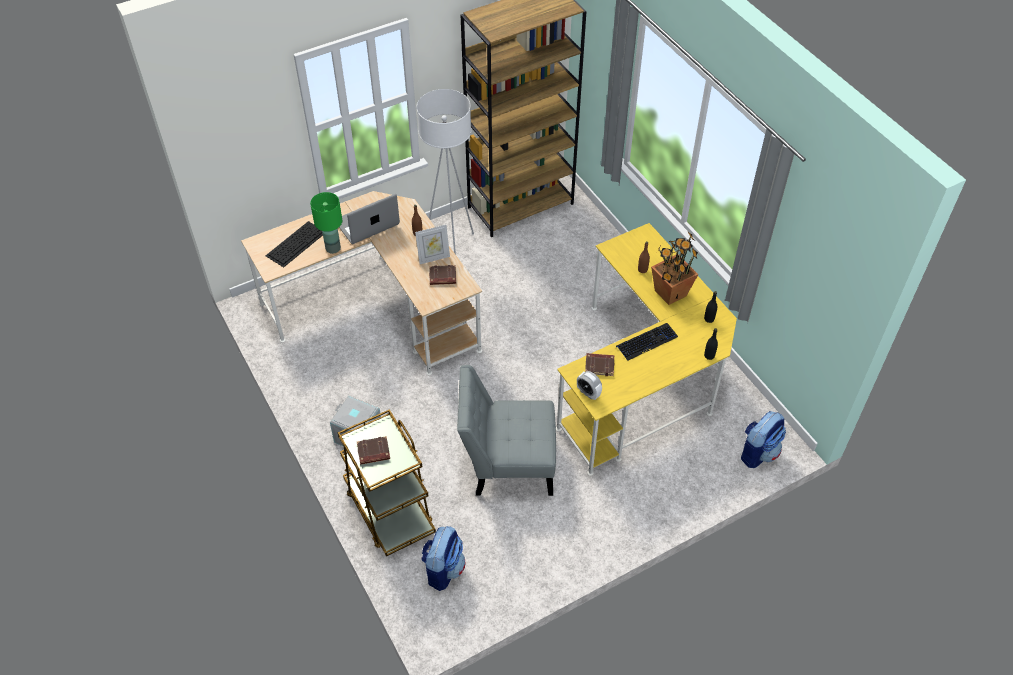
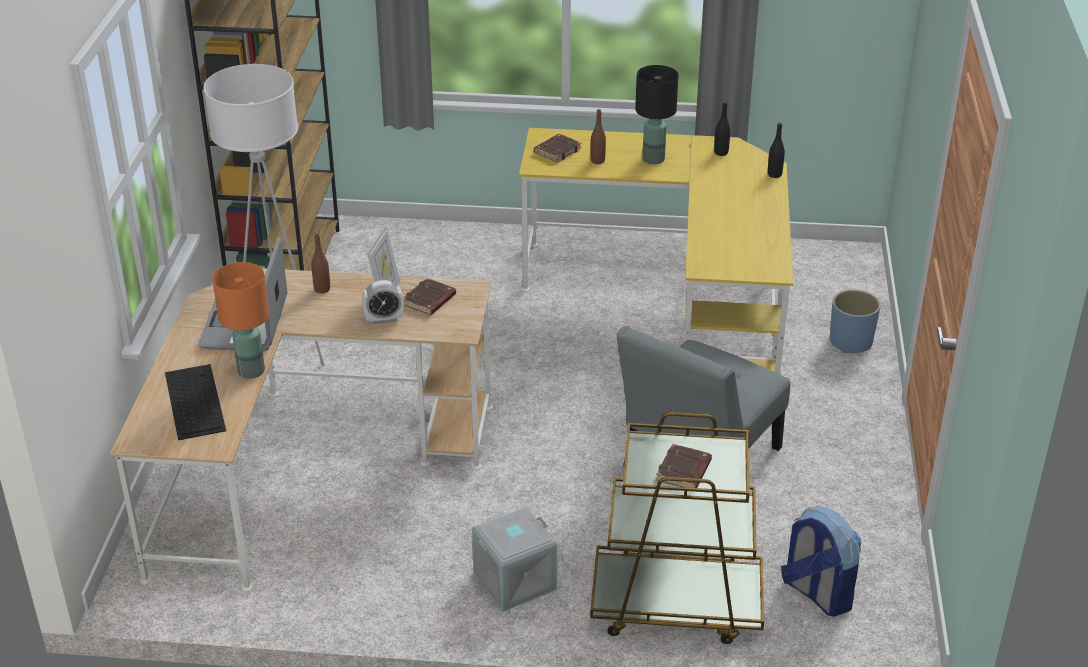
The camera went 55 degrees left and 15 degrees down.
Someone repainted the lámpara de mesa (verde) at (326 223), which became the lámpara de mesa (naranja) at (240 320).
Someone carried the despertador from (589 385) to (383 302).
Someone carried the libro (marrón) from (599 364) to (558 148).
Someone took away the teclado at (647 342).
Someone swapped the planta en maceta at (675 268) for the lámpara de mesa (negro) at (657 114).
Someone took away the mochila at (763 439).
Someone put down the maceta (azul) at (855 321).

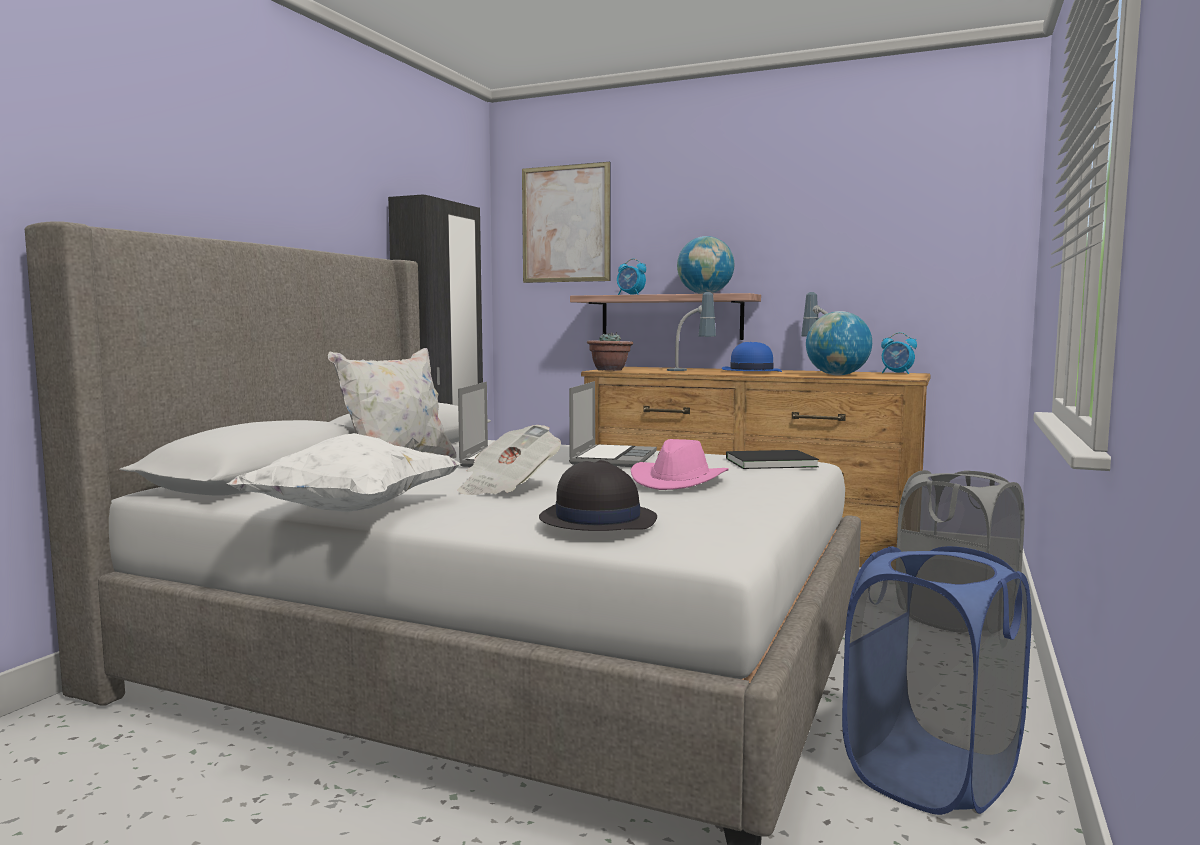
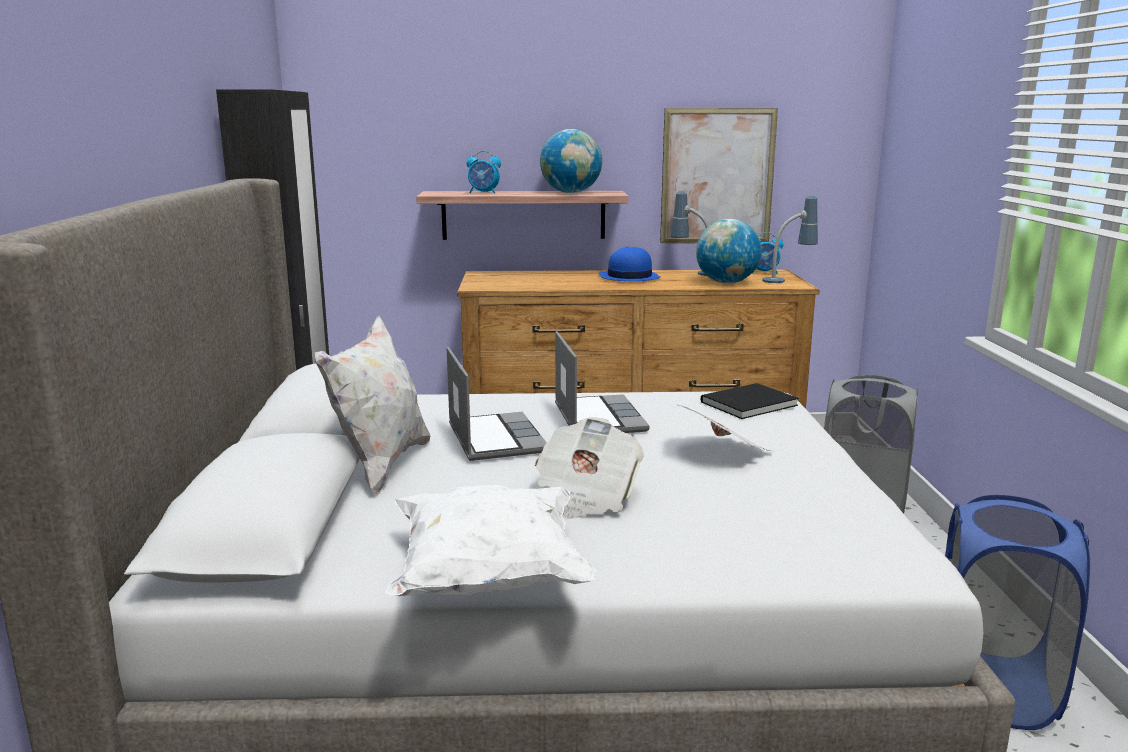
The camera went 25 degrees left and 10 degrees up.
Someone carried the cuadro from (566 222) to (719 175).
Someone took away the sombrero (negro) at (598 495).
Someone took away the planta en maceta at (610 351).
Someone swapped the sombrero (rosa) at (680 464) for the periódico at (725 428).
Someone carried the lámpara de mesa from (691 331) to (790 239).

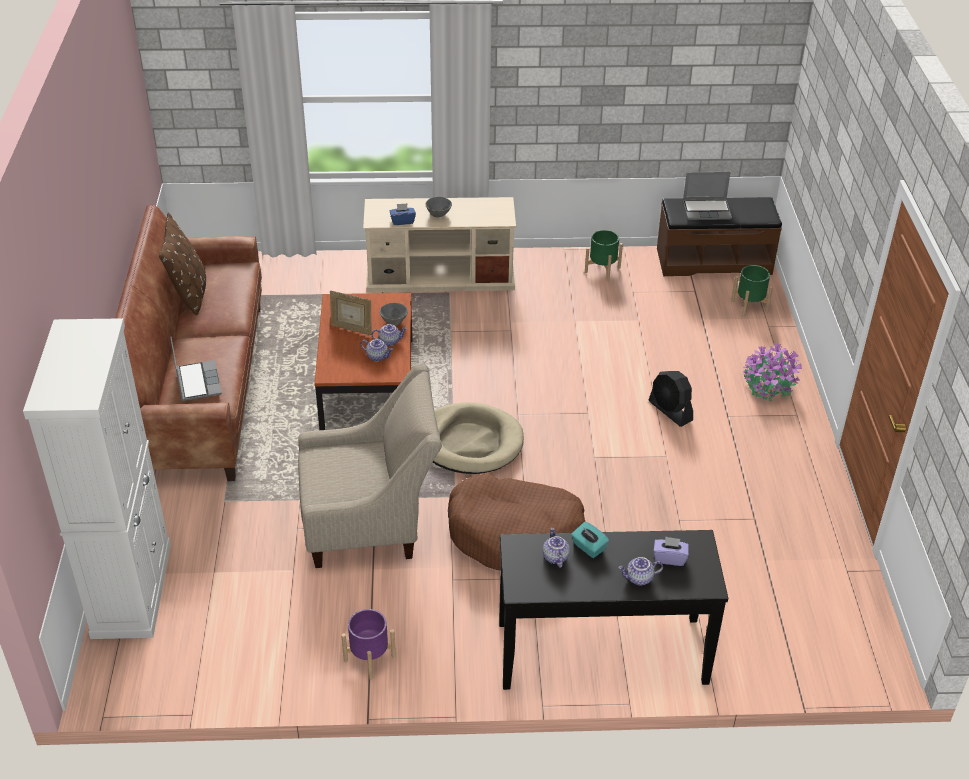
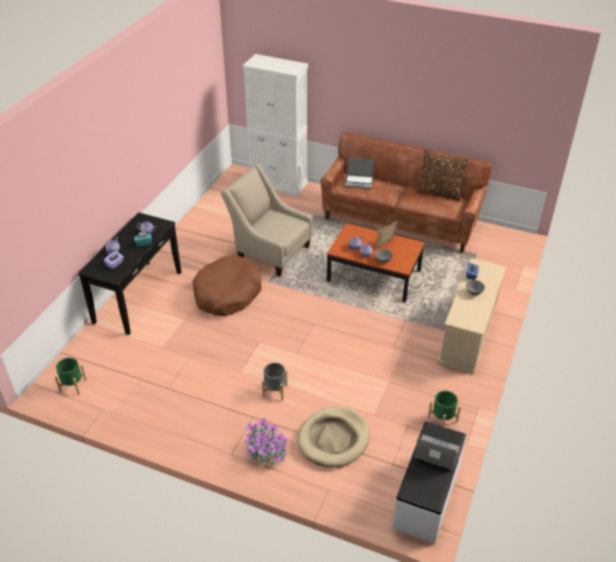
The camera went 115 degrees right and 0 degrees up.
Someone rotated the sillón (beis) at (370 465) by 105 degrees clockwise.
Someone took away the maceta (morado) at (368 644).
Someone carried the cama para perro (beis) from (478 438) to (333 437).
Someone swapped the ventilador (negro) at (671 399) for the maceta (gris) at (275 382).
Someone repainted the banco (marrón) at (719 236), which became the banco (blanco) at (429 482).
Someone rotated the portátil at (707 196) by 90 degrees clockwise.
Someone carried the maceta (verde) from (752 291) to (71 376).

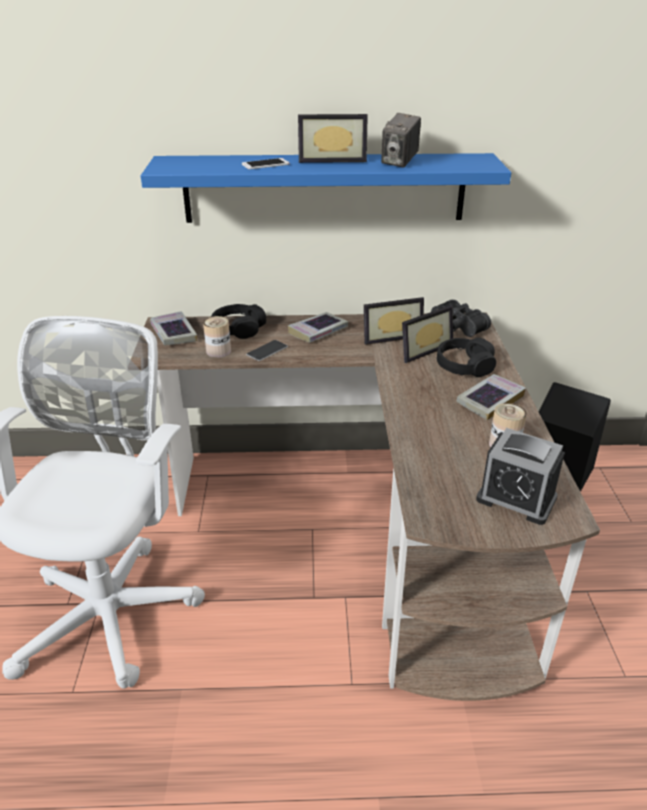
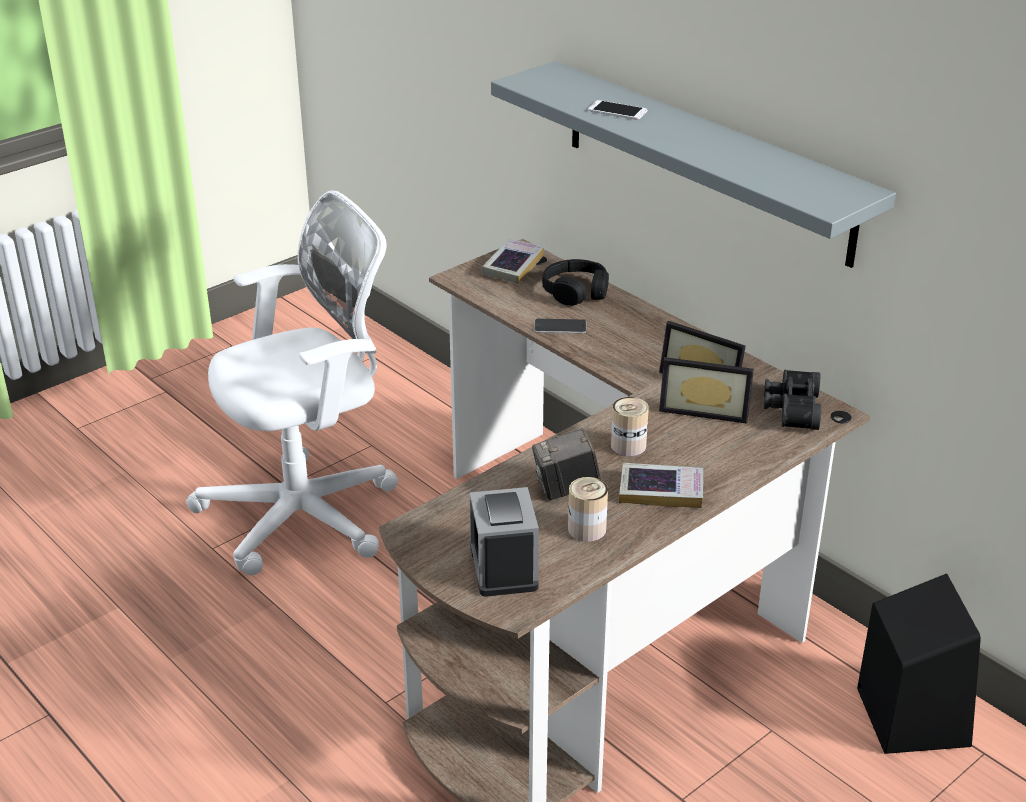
The camera went 50 degrees right and 0 degrees up.
Someone repainted the estante (azul) at (326 188), which became the estante (gris) at (693 164).
Someone carried the lata from (217 337) to (630 426).
Someone took away the libro at (318 327).
Someone took away the portarretratos at (333 138).
Someone carried the cámara from (401 140) to (566 464).
Someone took away the auriculares (negro) at (466 357).

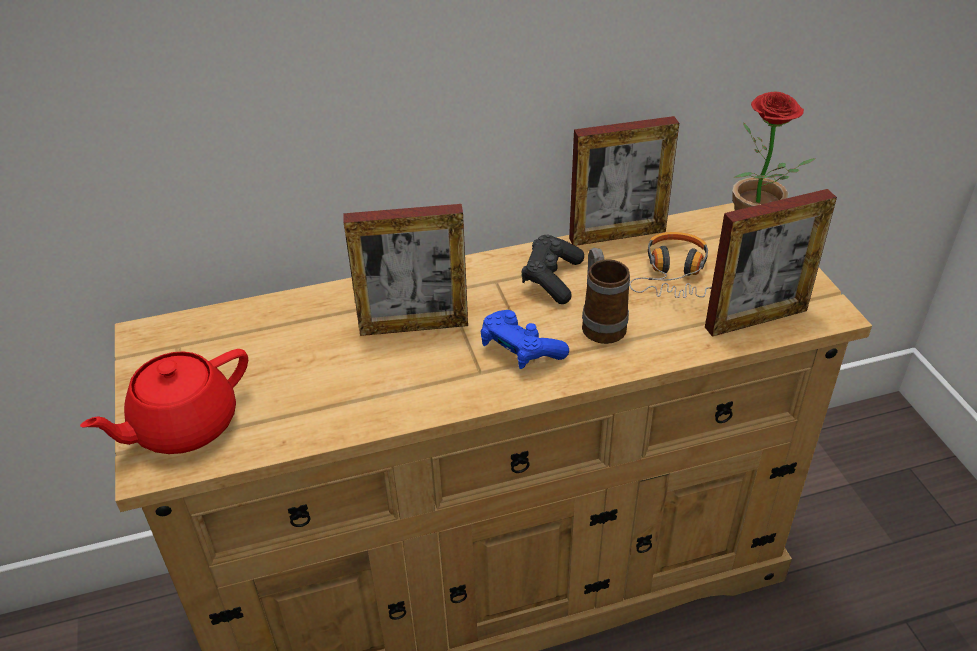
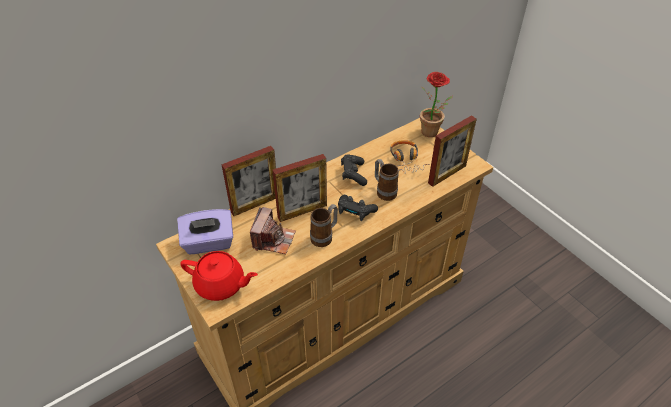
The camera went 20 degrees left and 5 degrees up.
Someone rotated the tetera (rojo) at (164 401) by 105 degrees counterclockwise.
Someone repainted the mando de consola (azul) at (525 339), which became the mando de consola (negro) at (358 208).
Someone carried the portarretratos from (624 181) to (248 181).
Someone put down the caja de pañuelos (morado) at (205 231).
Someone put down the cámara at (273 230).
Someone put down the taza grande at (324 225).

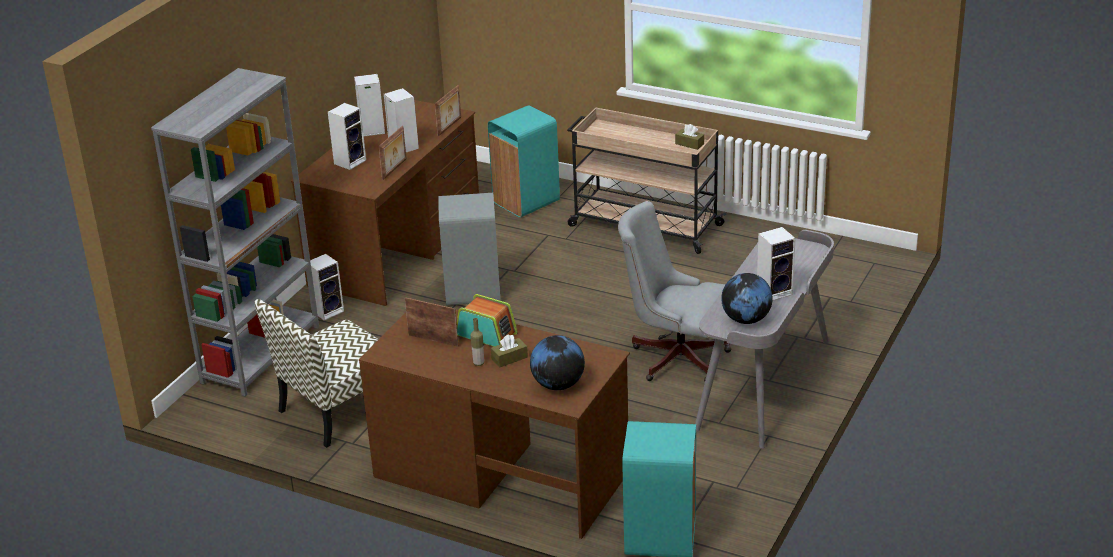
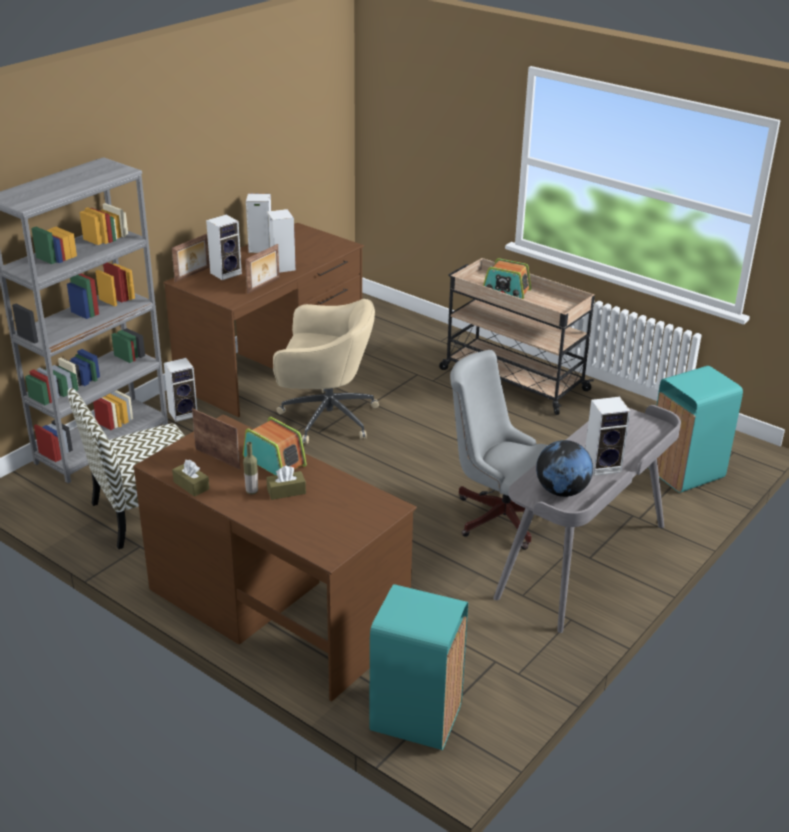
The camera went 10 degrees right and 0 degrees up.
Someone carried the portarretratos from (448 110) to (191 258).
Someone swapped the papelera (gris) at (469 249) for the silla de oficina (beis) at (326 371).
Someone carried the papelera (turquesa) from (524 161) to (695 429).
Someone took away the globo terráqueo at (557 362).
Someone carried the caja de pañuelos (marrón) from (689 137) to (190 478).
Someone put down the radio at (507 278).

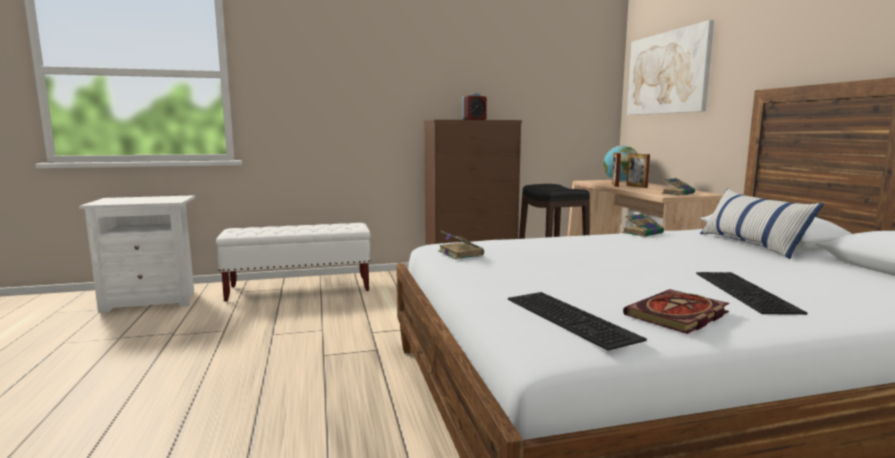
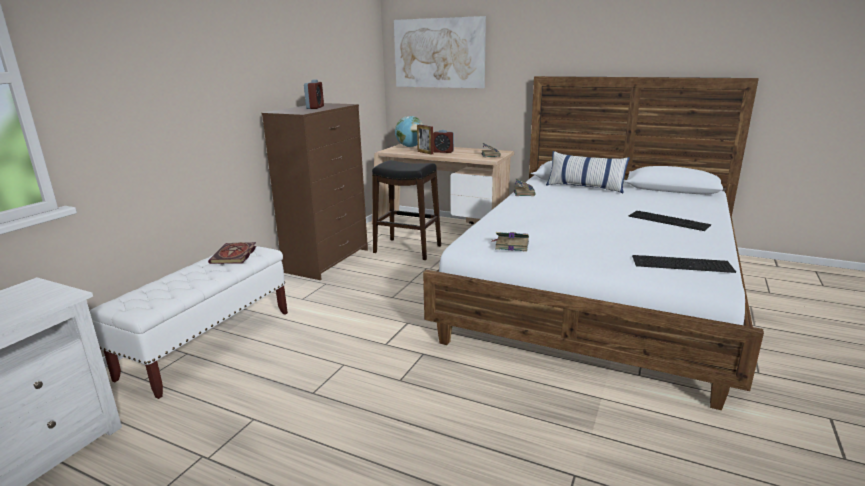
The camera went 50 degrees left and 10 degrees up.
Someone carried the libro from (676 311) to (232 253).
Someone swapped the portarretratos at (638 170) for the despertador at (443 141).

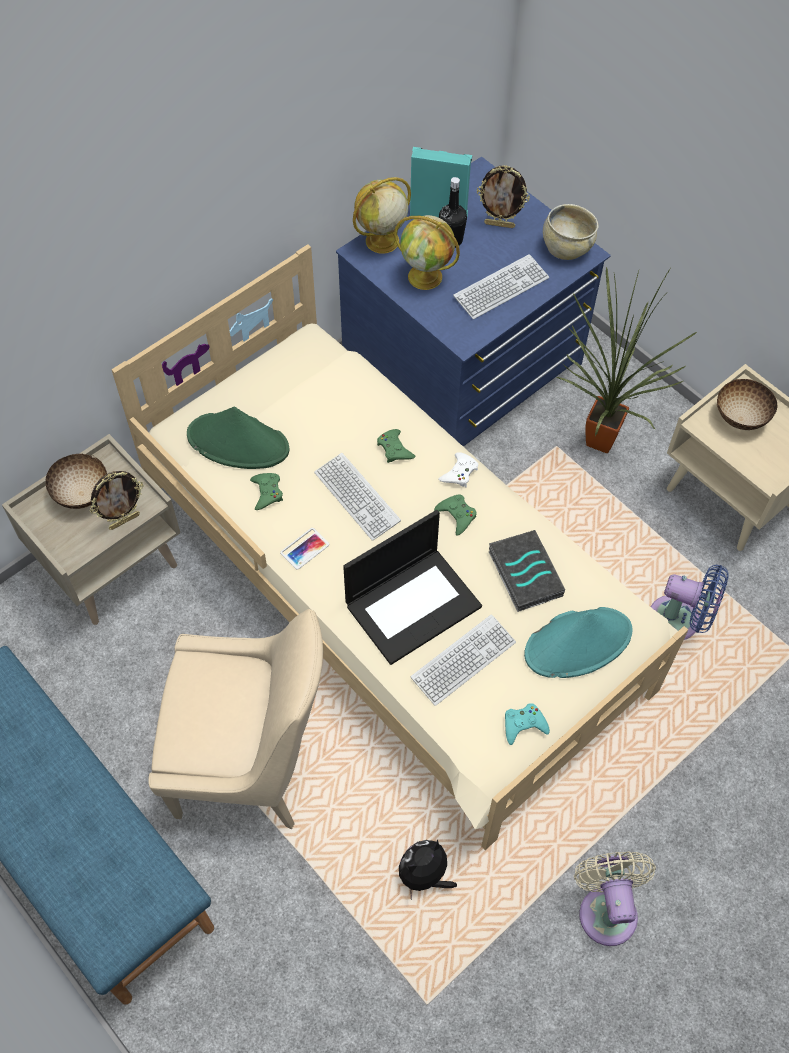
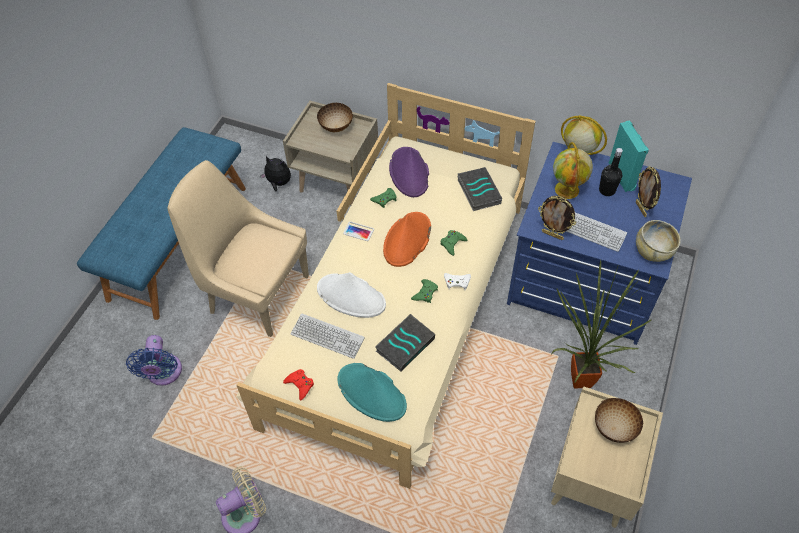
The camera went 65 degrees right and 5 degrees down.
Someone carried the portarretratos from (117 500) to (557 217).
Someone rotated the silla (beis) at (235 719) by 135 degrees clockwise.
Someone repainted the sombrero (verde) at (238 438), which became the sombrero (morado) at (409 172).
Someone swapped the teclado at (357 497) for the sombrero (naranja) at (407 239).
Someone swapped the portátil at (412 587) for the sombrero (blanco) at (351 295).
Someone carried the peluche from (428 870) to (275 173).
Someone repainted the mando de consola (turquesa) at (527 724), which became the mando de consola (rojo) at (298 384).
Someone carried the ventilador (azul) from (690 602) to (154 360).
Someone put down the libro at (480 189).

